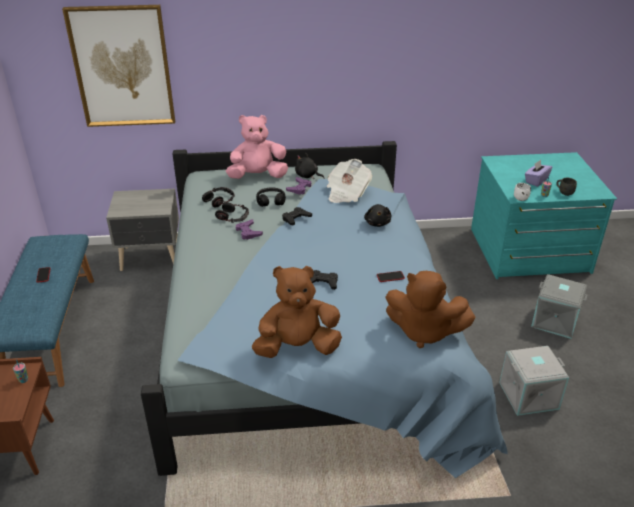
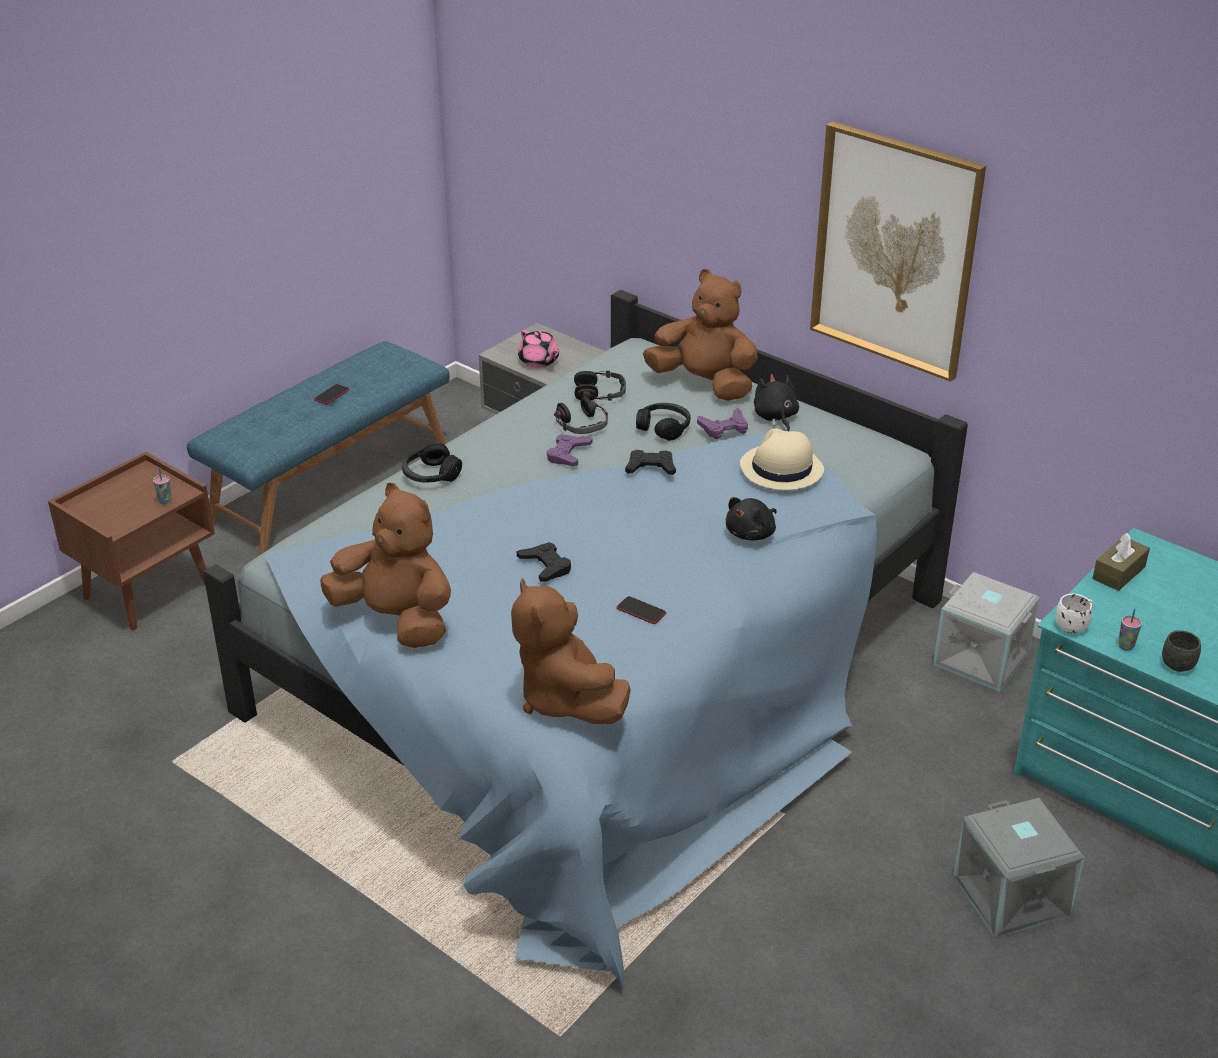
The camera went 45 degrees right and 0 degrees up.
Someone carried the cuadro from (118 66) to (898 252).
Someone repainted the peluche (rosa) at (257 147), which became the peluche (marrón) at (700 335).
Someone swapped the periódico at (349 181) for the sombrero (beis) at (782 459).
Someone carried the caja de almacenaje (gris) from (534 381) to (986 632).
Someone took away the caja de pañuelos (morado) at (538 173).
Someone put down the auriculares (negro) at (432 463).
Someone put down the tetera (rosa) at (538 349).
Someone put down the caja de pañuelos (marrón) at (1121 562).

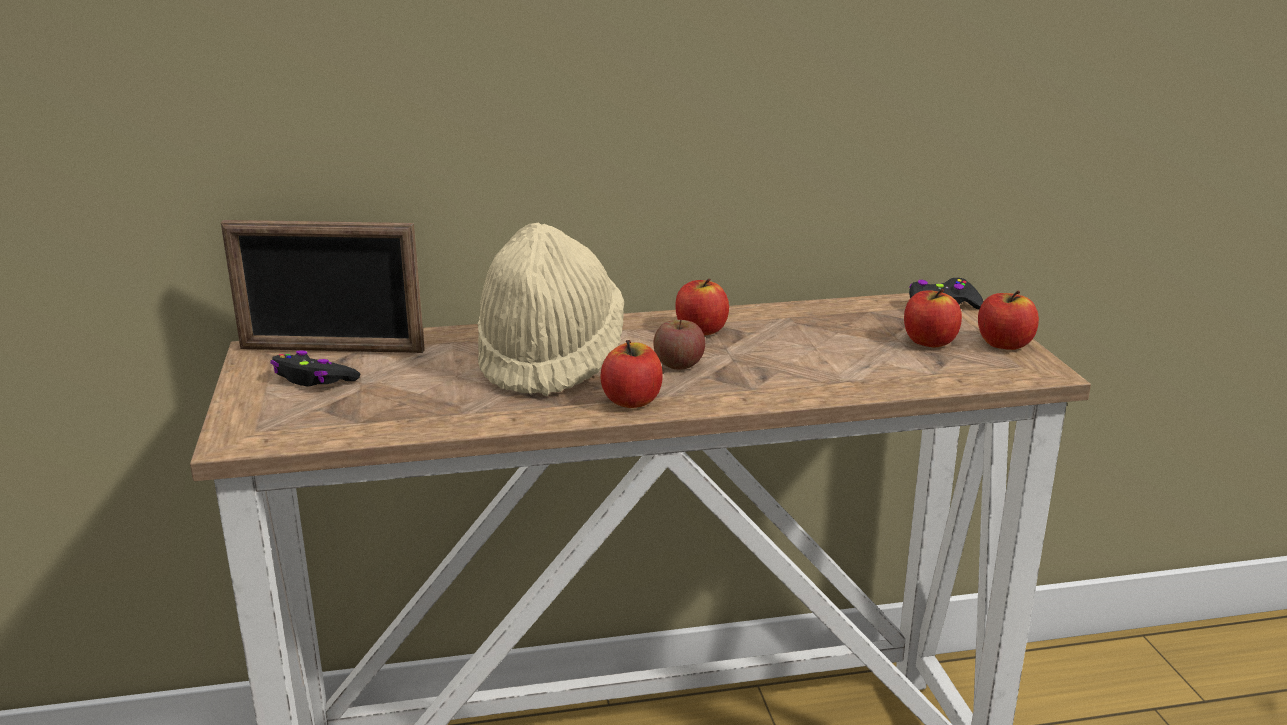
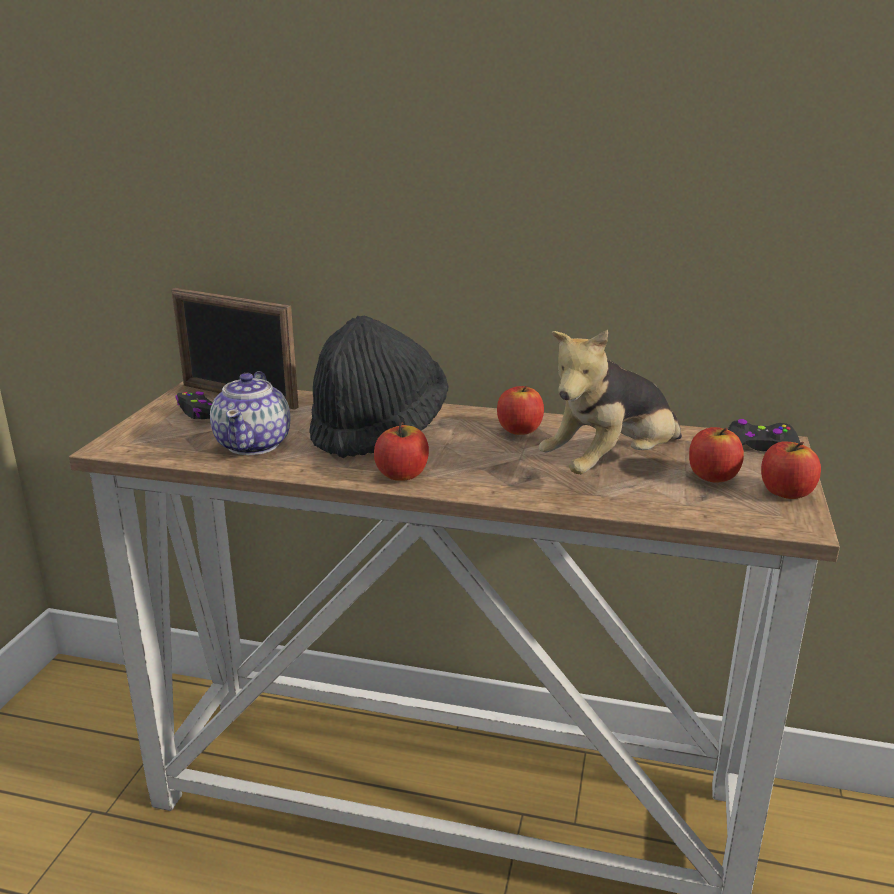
The camera went 25 degrees right and 0 degrees up.
Someone repainted the sombrero (beis) at (550 309), which became the sombrero (negro) at (378 387).
Someone took away the manzana at (679 345).
Someone put down the tetera at (250 413).
Someone put down the peluche at (610 402).

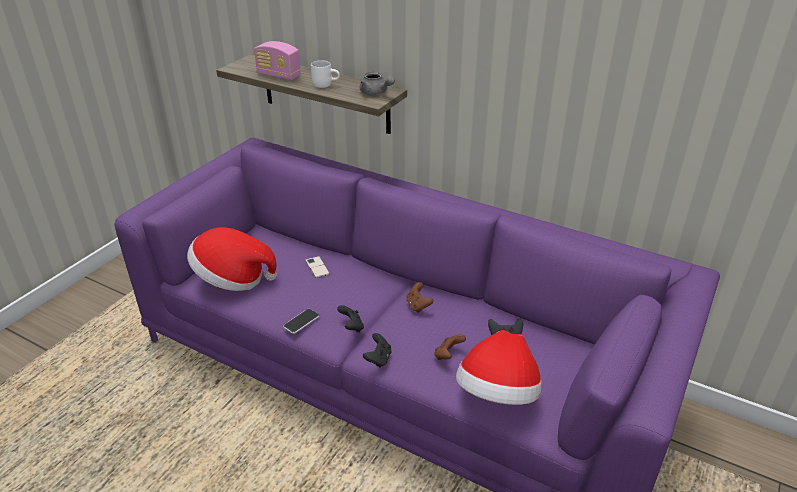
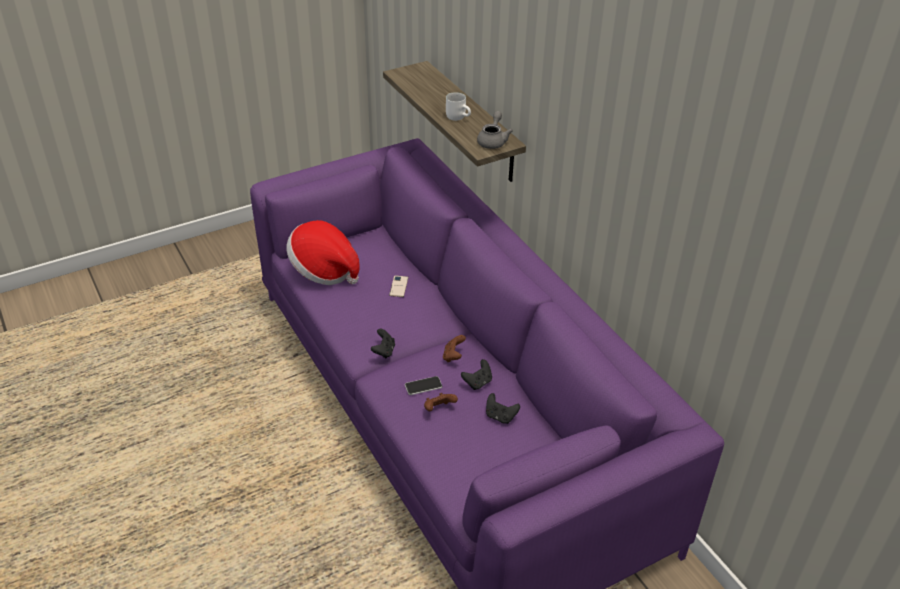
The camera went 30 degrees right and 5 degrees up.
Someone took away the radio at (277 60).
Someone carried the móvil from (301 321) to (423 385).
Someone rotated the tetera (gris) at (377 83) by 150 degrees counterclockwise.
Someone carried the mando de consola (negro) from (377 350) to (476 374).
Someone took away the sombrero at (499 367).

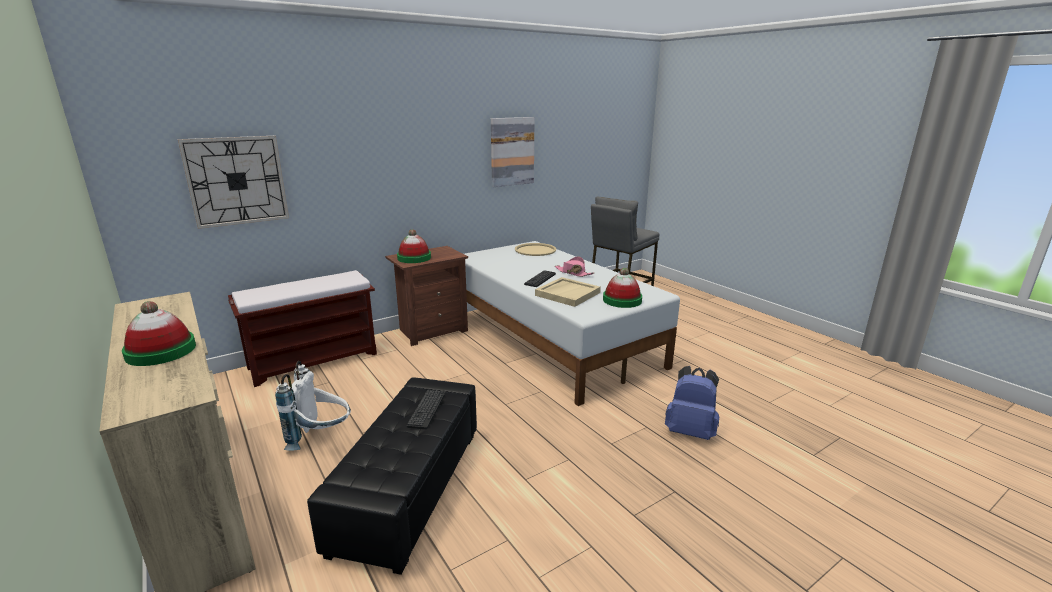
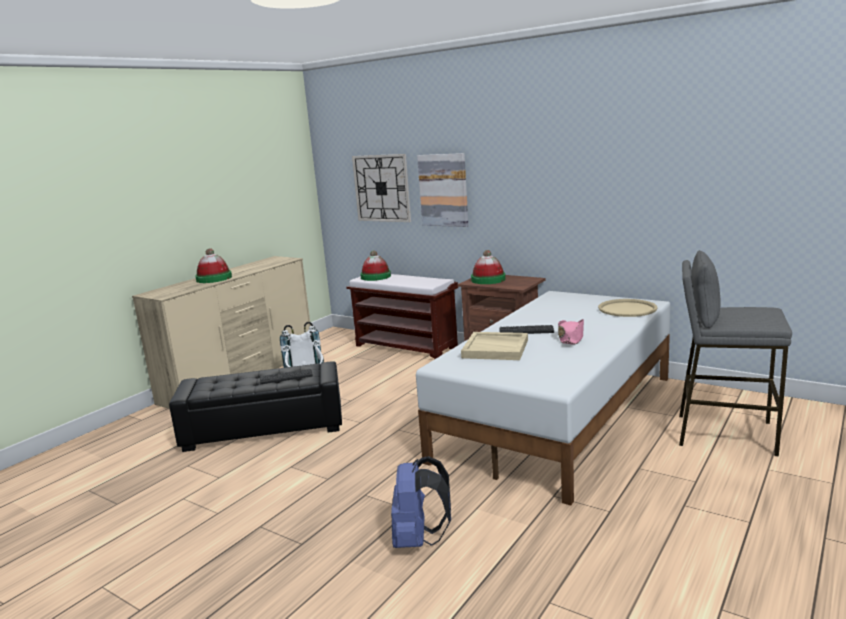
The camera went 70 degrees right and 5 degrees down.
Someone carried the cuadro from (512 152) to (442 190).
Someone carried the sombrero from (622 288) to (375 265).

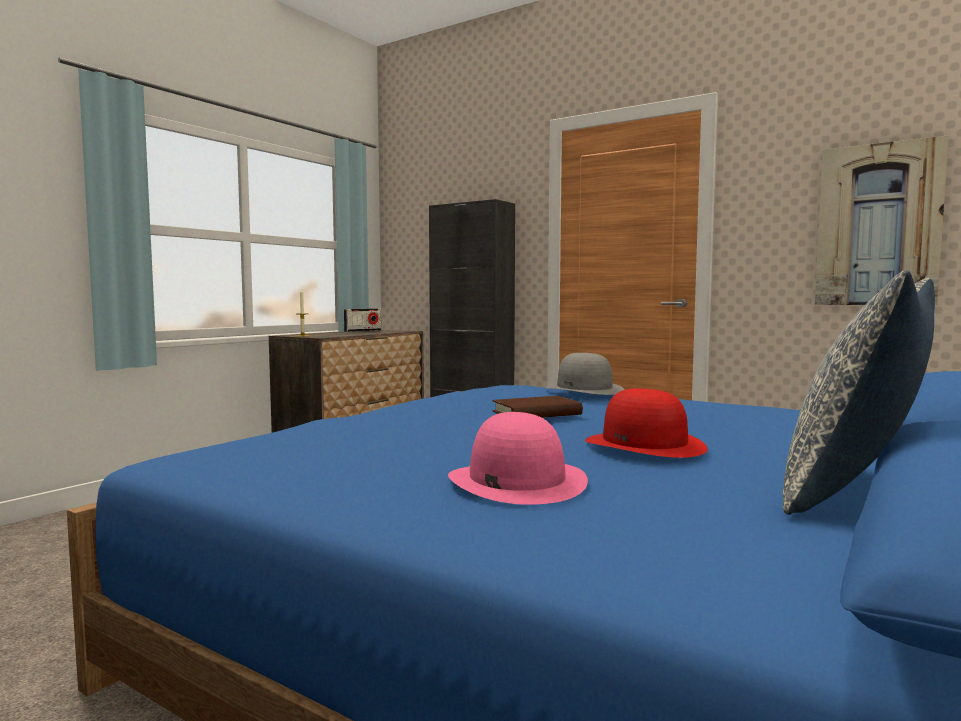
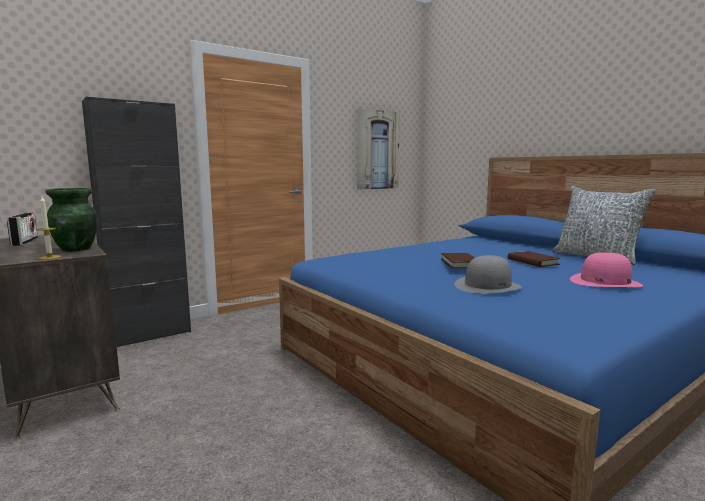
The camera went 70 degrees left and 5 degrees up.
Someone carried the sombrero (gris) from (585 374) to (488 274).
Someone swapped the sombrero (rojo) at (646 423) for the libro (marrón) at (534 259).
Someone put down the florero (verde) at (71 220).

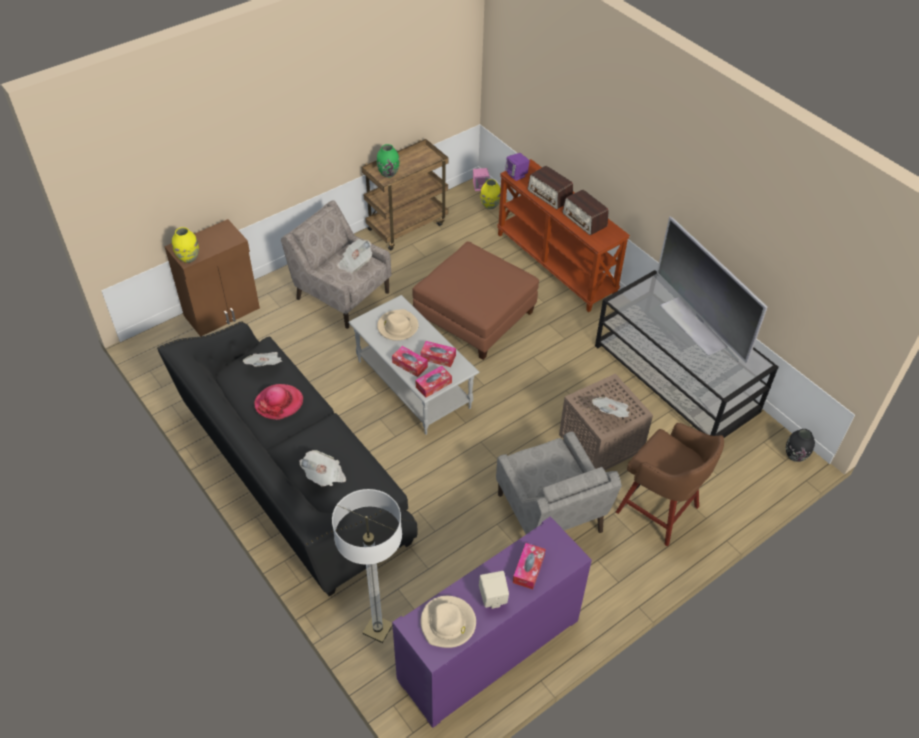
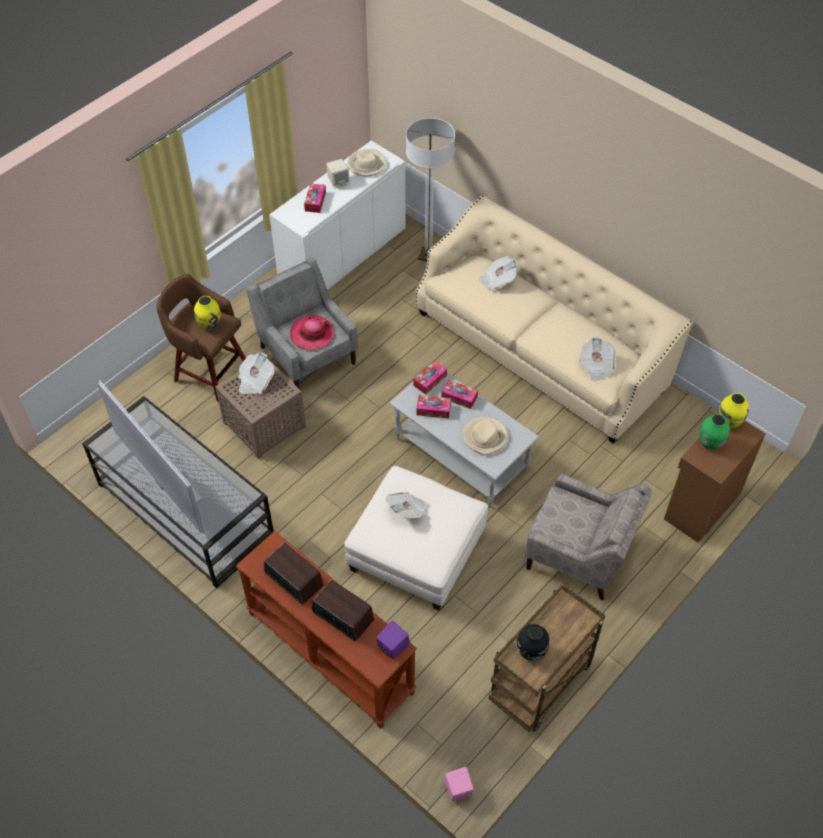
The camera went 170 degrees right and 5 degrees up.
Someone repainted the sofá (negro) at (287 458), which became the sofá (beis) at (554 319).
Someone carried the sombrero from (278 402) to (312 332).
Someone carried the periódico from (354 256) to (407 505).
Someone carried the florero (verde) from (388 161) to (714 432).
Someone repainted the armario (morado) at (492 622), which became the armario (blanco) at (337 215).
Someone repainted the puf (marrón) at (475 300), which became the puf (blanco) at (416 538).
Someone carried the florero (amarillo) from (490 194) to (207 313).
Someone carried the florero (negro) from (800 445) to (533 642).

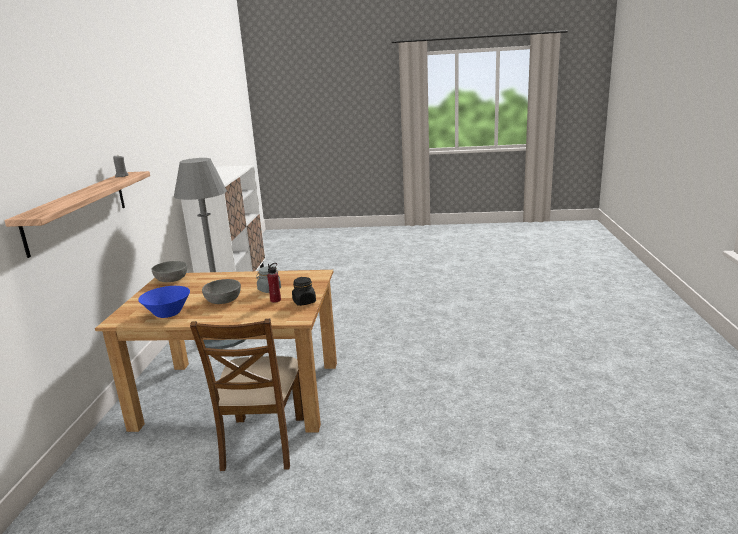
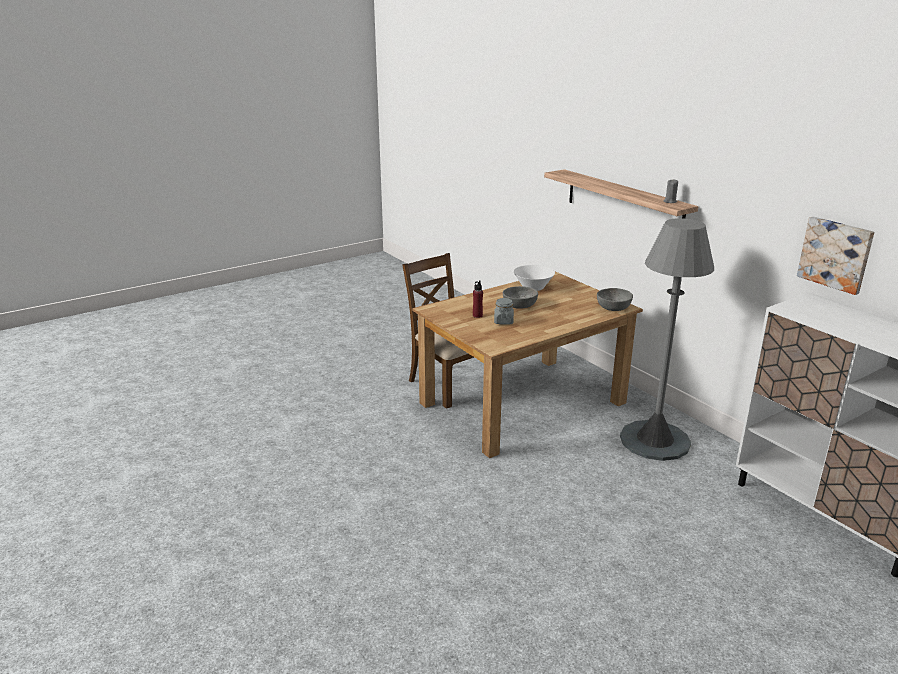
The camera went 140 degrees right and 5 degrees up.
Someone repainted the cuenco (azul) at (164 302), which became the cuenco (blanco) at (534 278).
Someone took away the tarro (negro) at (304 291).
Someone put up the cuadro at (835 255).

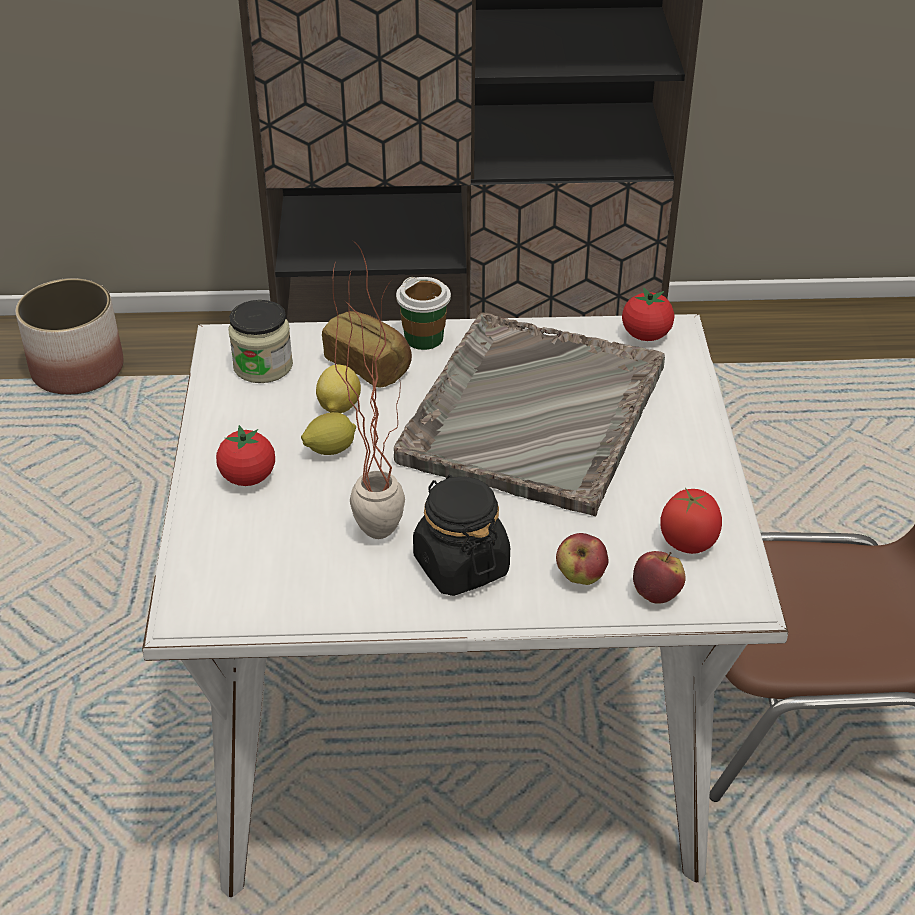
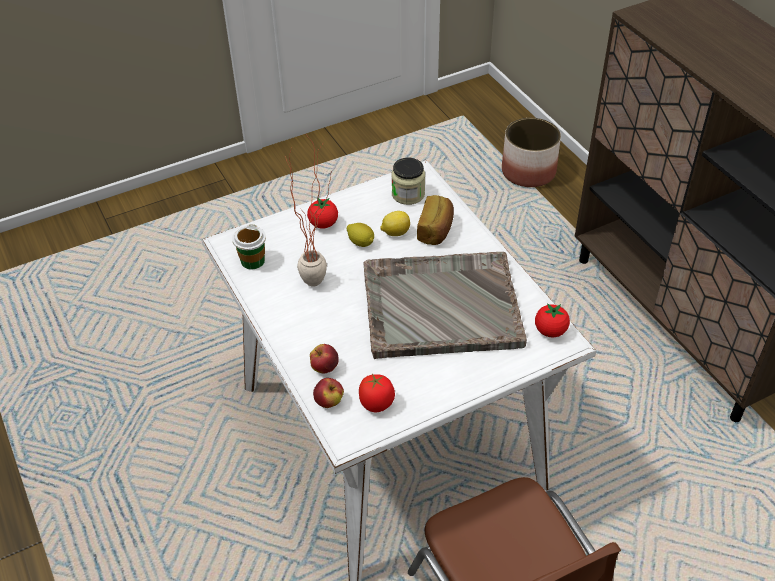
The camera went 65 degrees right and 5 degrees up.
Someone carried the taza from (423 313) to (249 246).
Someone took away the tarro (negro) at (461 535).

